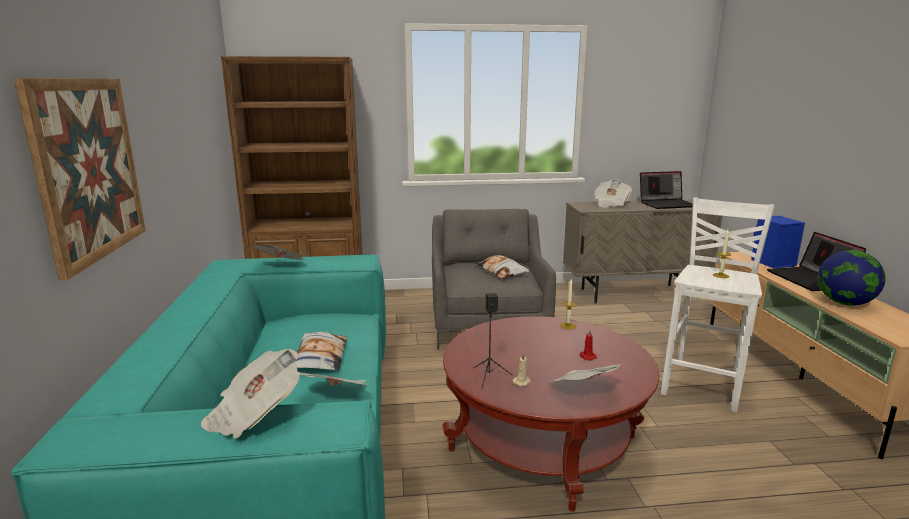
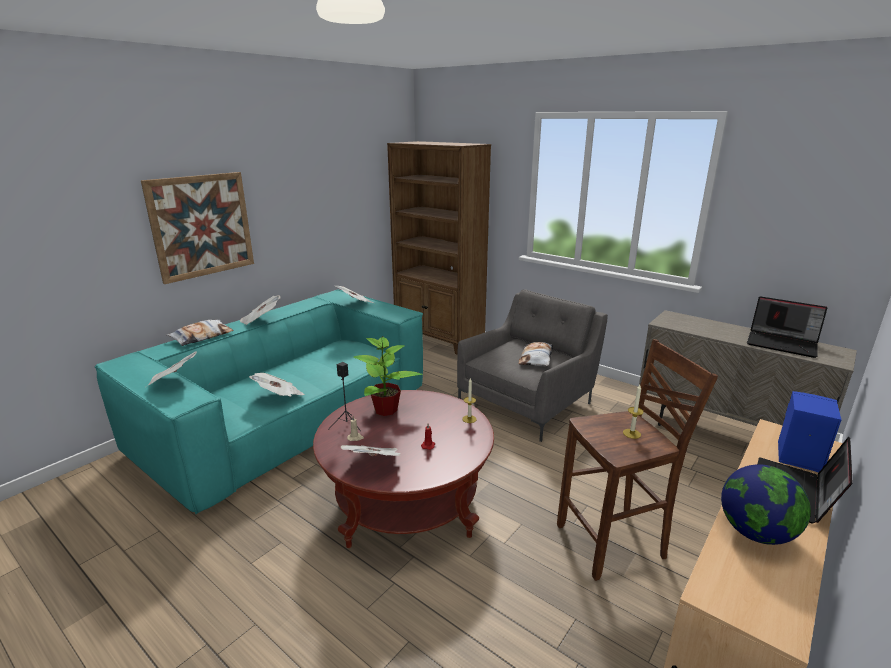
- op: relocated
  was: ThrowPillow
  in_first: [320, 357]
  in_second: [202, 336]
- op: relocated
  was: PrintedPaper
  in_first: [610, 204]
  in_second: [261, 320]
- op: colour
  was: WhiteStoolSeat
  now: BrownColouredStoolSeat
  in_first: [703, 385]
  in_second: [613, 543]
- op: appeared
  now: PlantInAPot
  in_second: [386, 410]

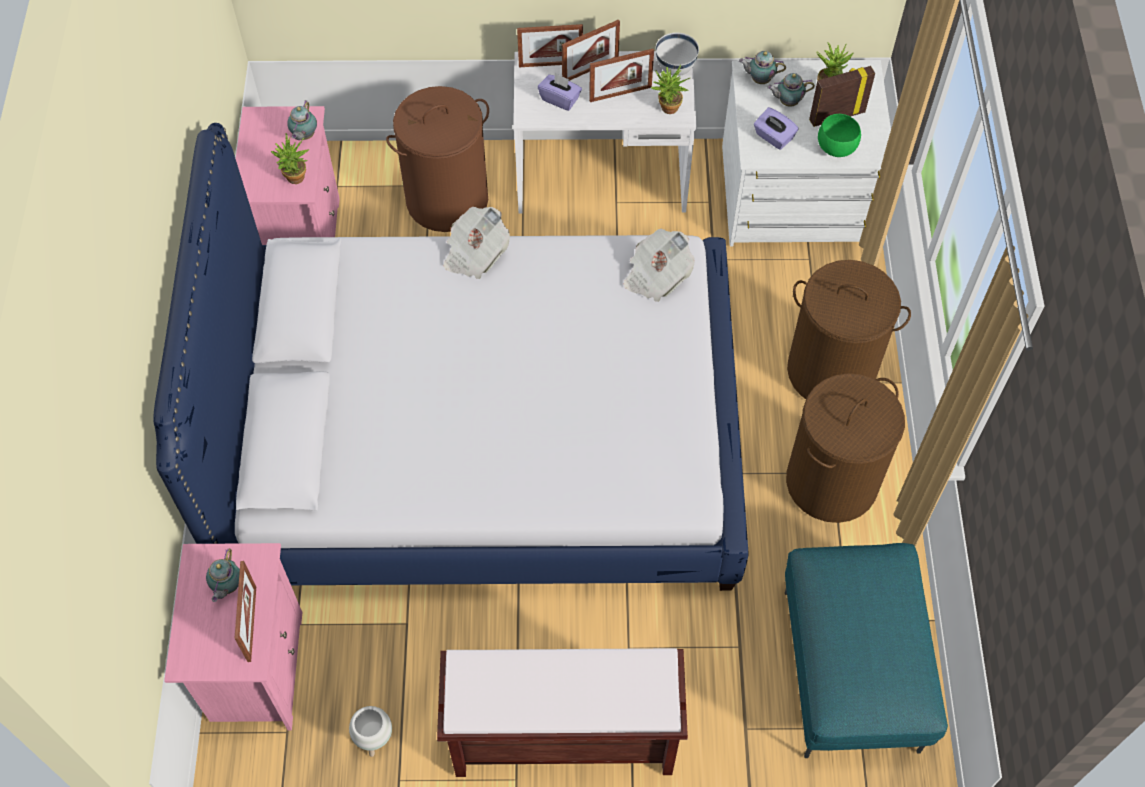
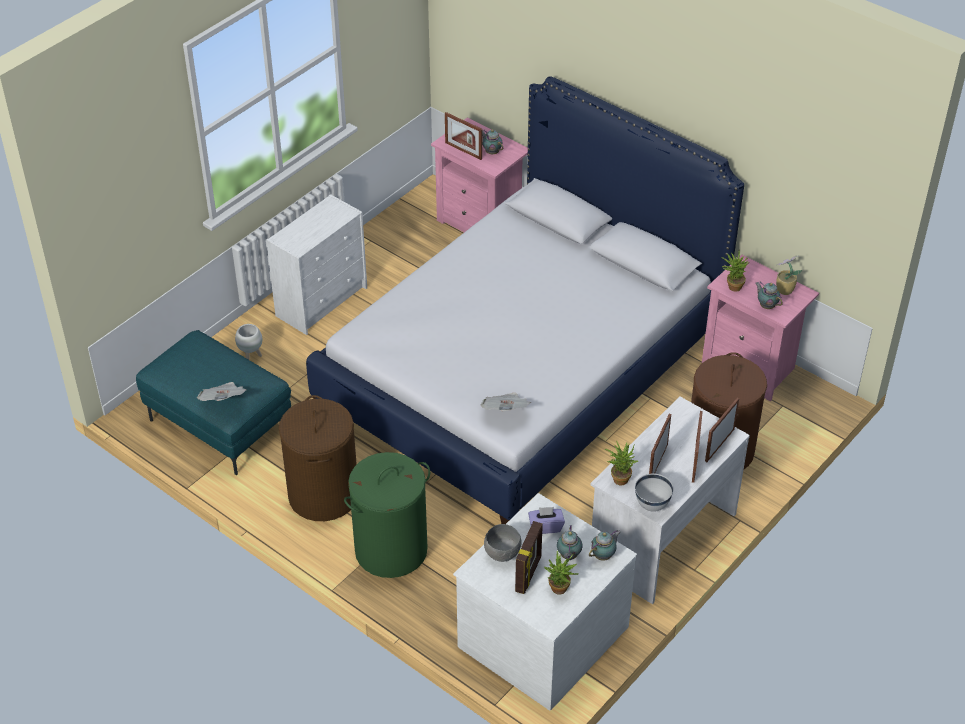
- op: relocated
  was: WhitePlantPot
  in_first: [375, 740]
  in_second: [251, 357]
- op: exchanged
  was: BrownColouredIndoorBench
  now: WhiteDresser
  in_first: [561, 738]
  in_second: [322, 301]
- op: relocated
  was: PrintedPaper
  in_first: [475, 254]
  in_second: [223, 401]
- op: missing
  was: PurpleColouredTissueBox
  in_first: [560, 99]
- op: spun
  was: TeaPot
  in_first: [787, 102]
  in_second: [568, 556]
  clockwise: 150
- op: colour
  was: BrownColouredHamper
  now: GreenHamper
  in_first: [831, 371]
  in_second: [391, 550]
- op: colour
  was: GreenServingBowl
  now: GreyishServingBowl
  in_first: [835, 147]
  in_second: [503, 553]
- op: appeared
  now: PlantInAPot
  in_second: [783, 290]

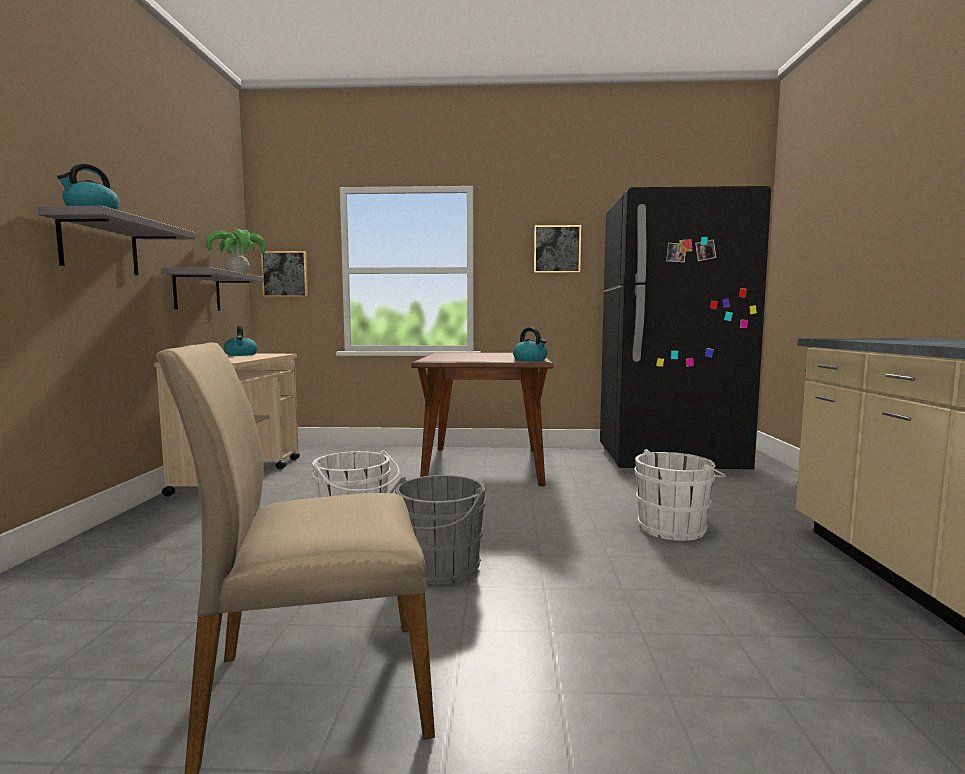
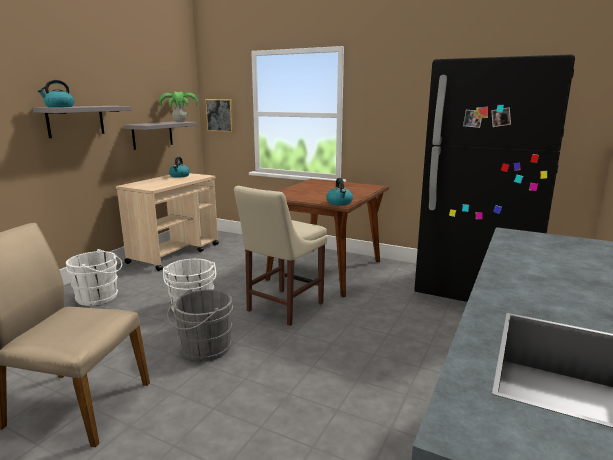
- op: missing
  was: Picture
  in_first: [557, 249]
- op: relocated
  was: WhiteBucket
  in_first: [674, 527]
  in_second: [100, 297]
- op: appeared
  now: BeigeColouredUprightChair
  in_second: [282, 308]

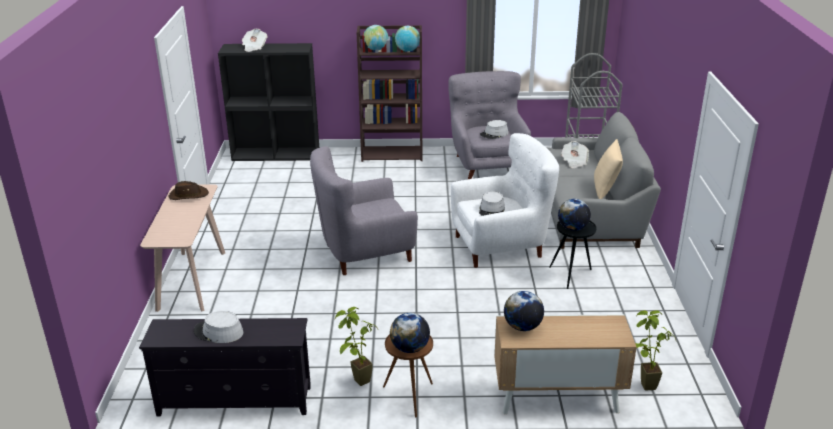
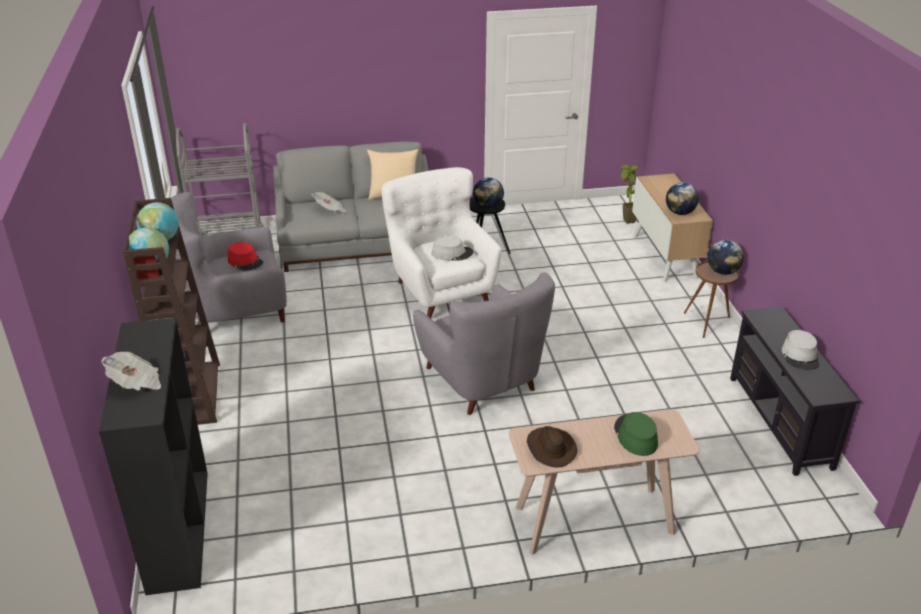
- op: missing
  was: PlantInAPot
  in_first: [356, 382]
- op: colour
  was: GreyishHat
  now: RedHat
  in_first: [494, 134]
  in_second: [245, 261]
- op: appeared
  now: GreenHat
  in_second: [635, 436]

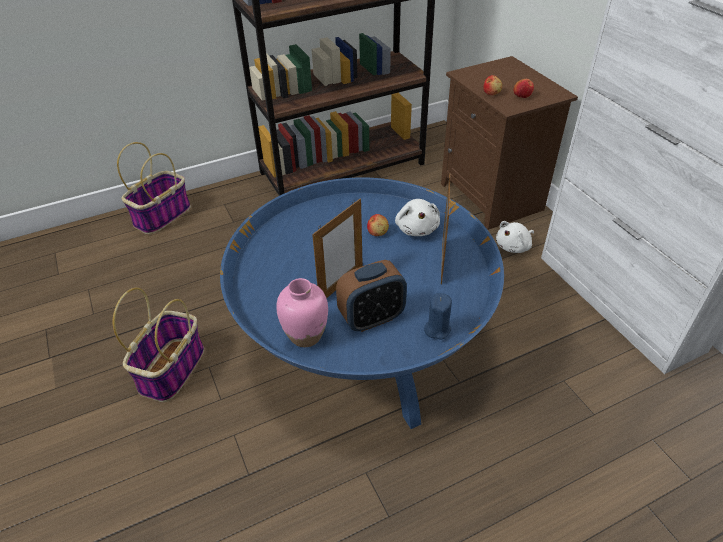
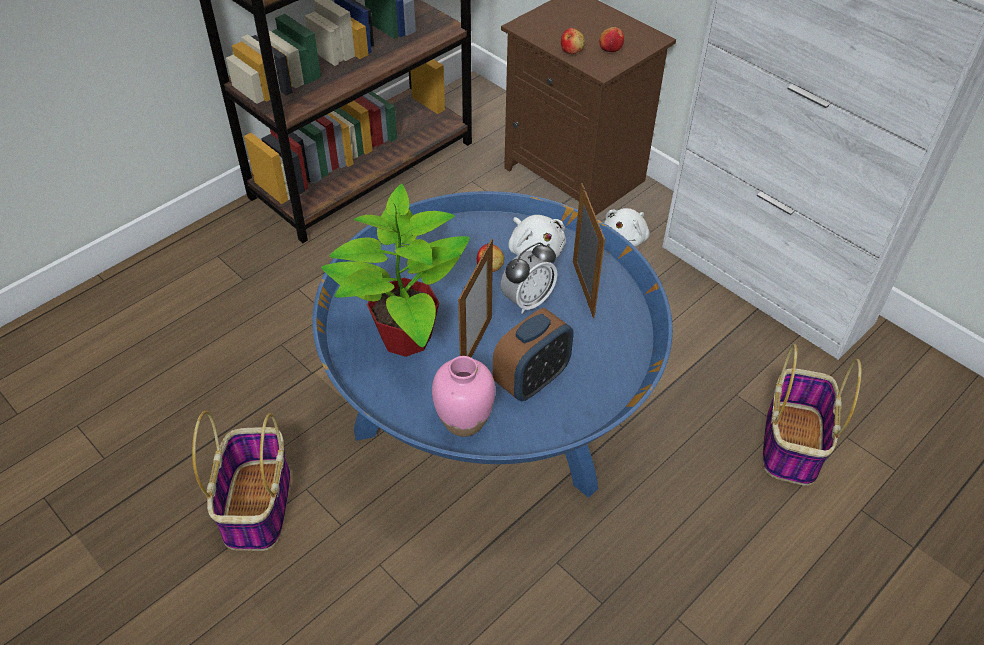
- op: relocated
  was: StorageBasket
  in_first: [162, 215]
  in_second: [791, 442]
- op: missing
  was: BlueWaxCandle
  in_first: [437, 329]
- op: appeared
  now: PlantInAPot
  in_second: [404, 338]
- op: appeared
  now: AlarmClock
  in_second: [527, 301]

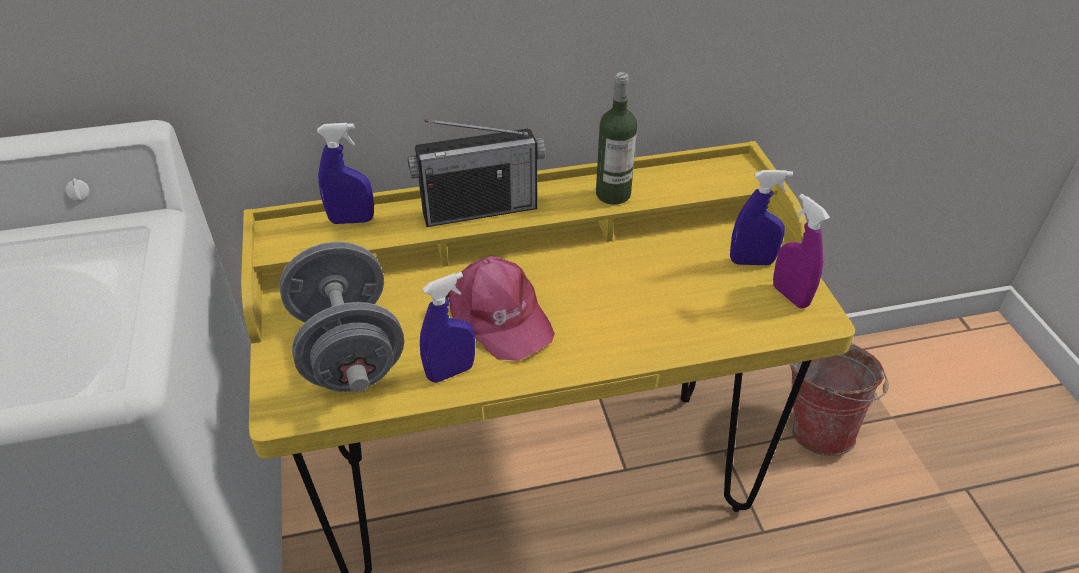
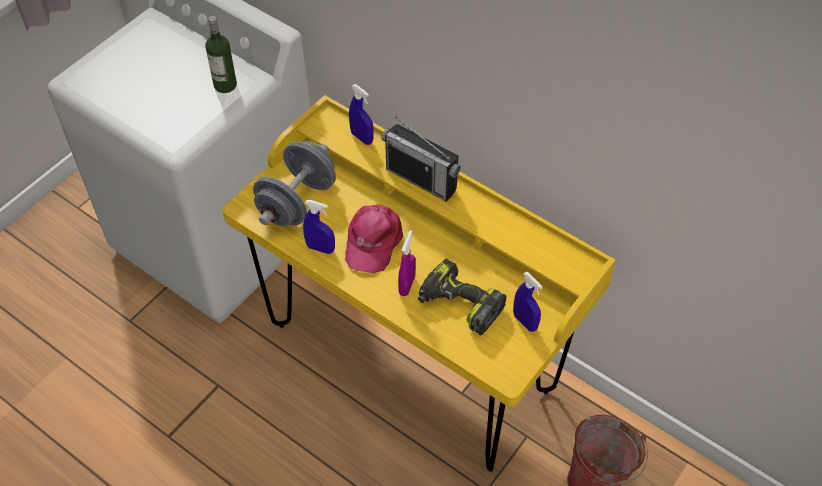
- op: relocated
  was: Bottle
  in_first: [613, 194]
  in_second: [225, 85]
- op: relocated
  was: PurpleColouredSprayer
  in_first: [790, 296]
  in_second: [407, 285]
- op: appeared
  now: ElectricDrill
  in_second: [459, 304]

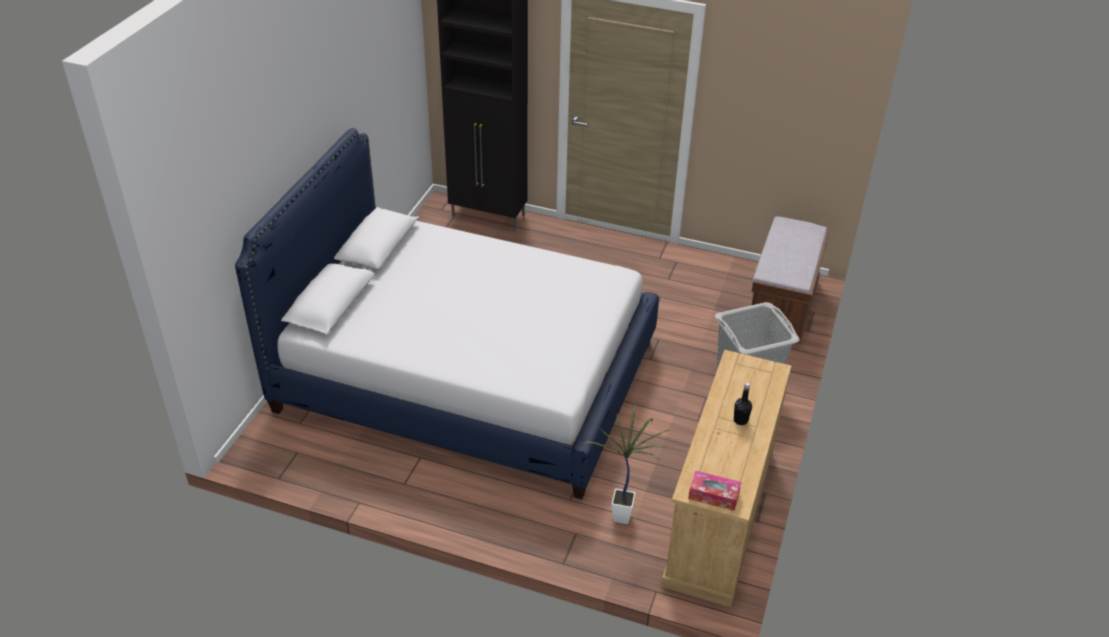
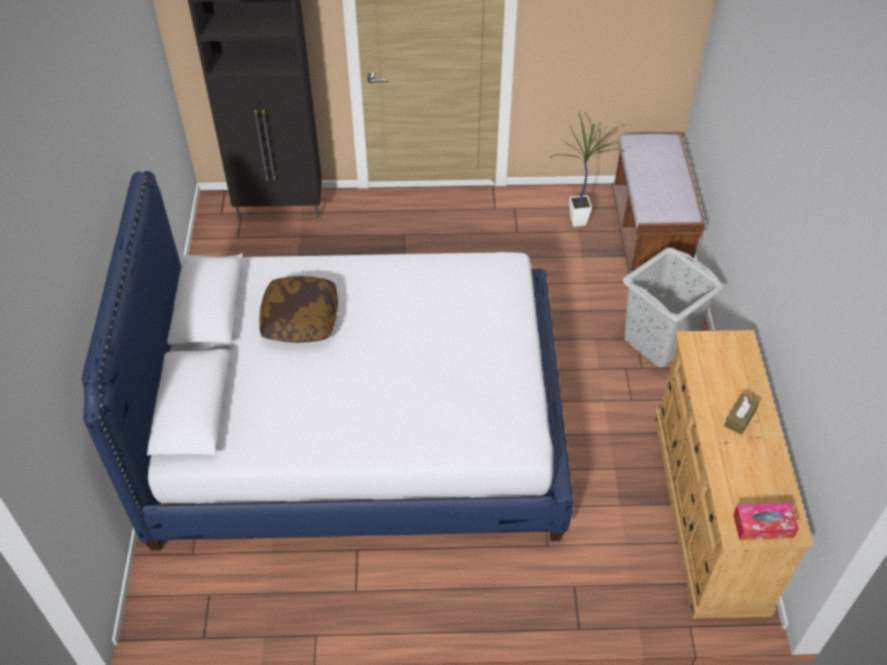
- op: relocated
  was: PlantInAPot
  in_first: [624, 515]
  in_second: [579, 219]
- op: exchanged
  was: BlackishBottle
  now: BrownColouredTissueBox
  in_first: [740, 420]
  in_second: [740, 418]
- op: appeared
  now: ThrowPillow
  in_second: [300, 319]

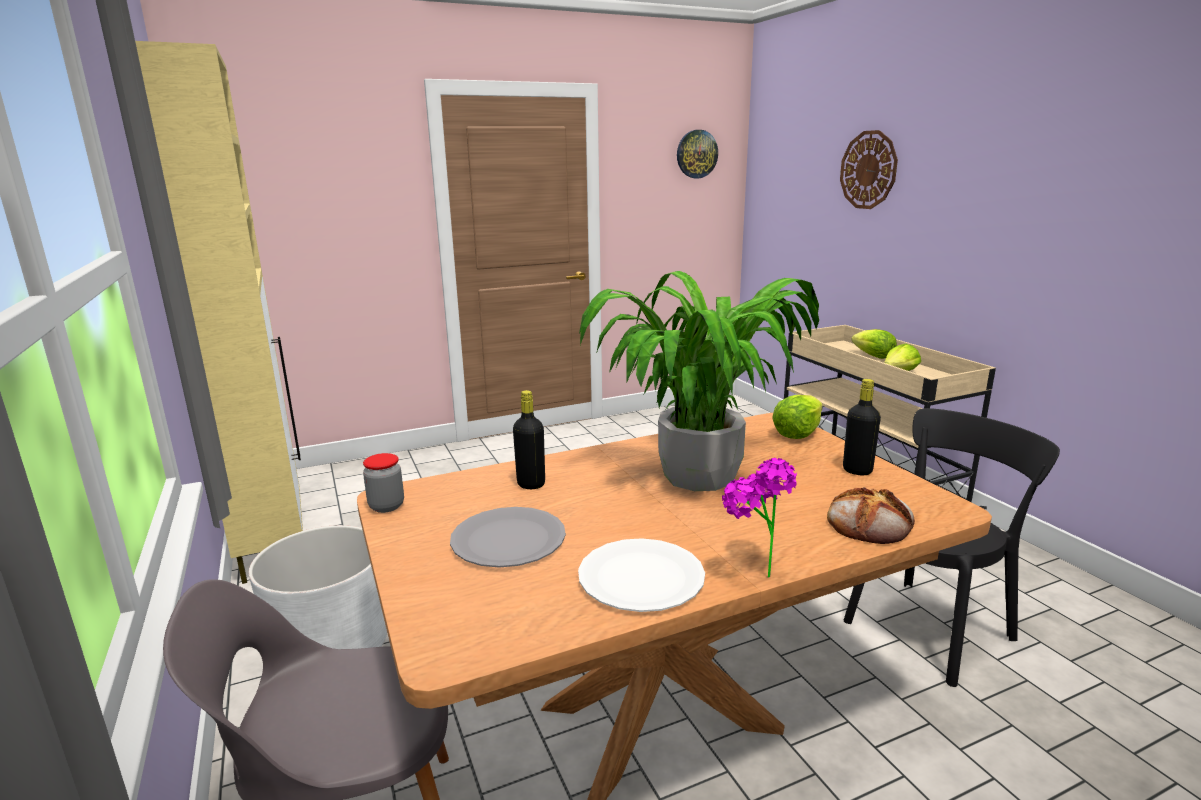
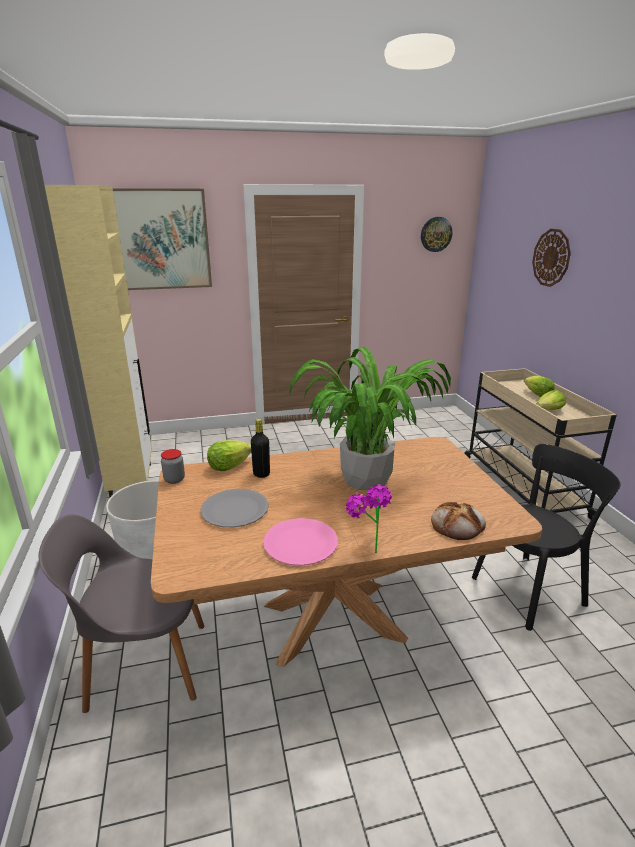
- op: colour
  was: WhiteFlatDish
  now: PinkColouredFlatDish
  in_first: [641, 578]
  in_second: [300, 543]
- op: relocated
  was: Lettuce
  in_first: [797, 433]
  in_second: [228, 466]
- op: missing
  was: BlackishBottle
  in_first: [857, 470]
- op: appeared
  now: Picture
  in_second: [160, 240]

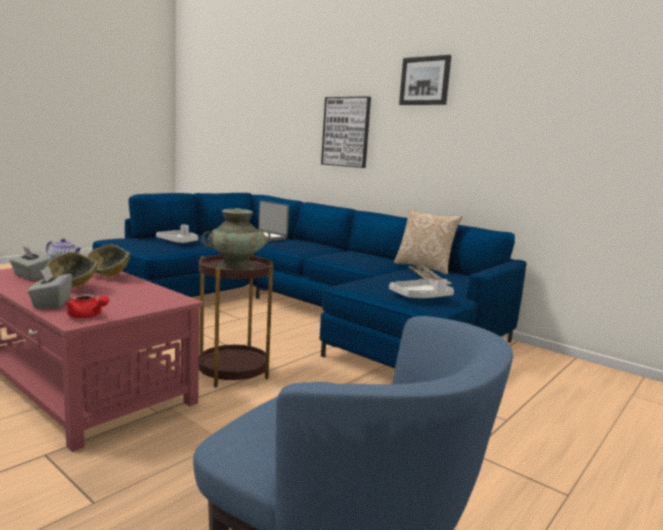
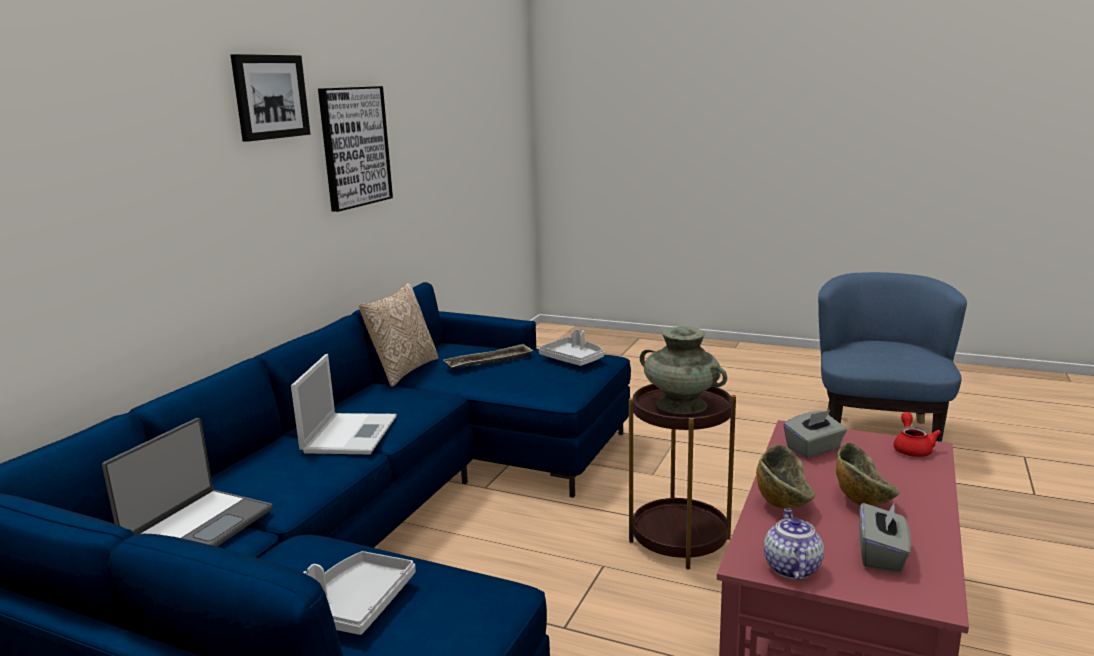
- op: relocated
  was: GreyishTissueBox
  in_first: [51, 303]
  in_second: [813, 449]
- op: relocated
  was: Picture
  in_first: [346, 132]
  in_second: [354, 147]
- op: appeared
  now: NotebookComputer
  in_second: [350, 433]

